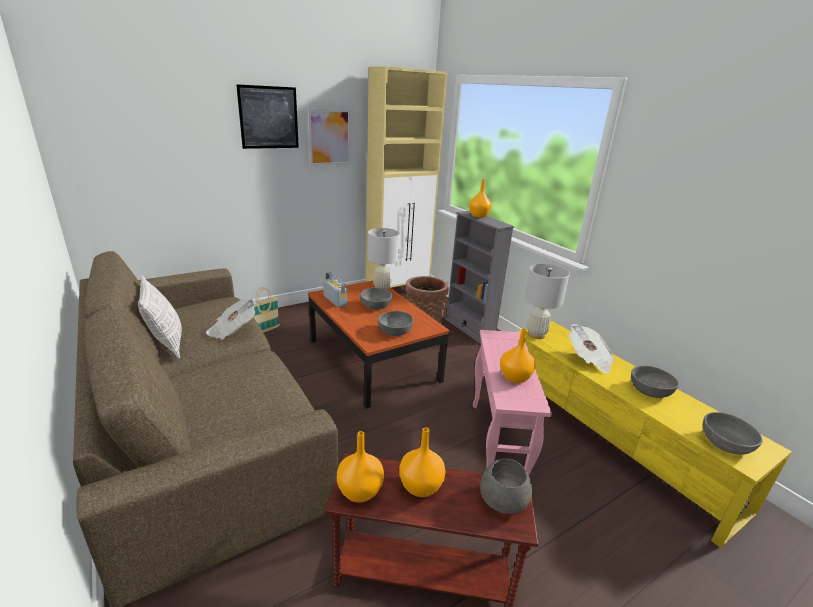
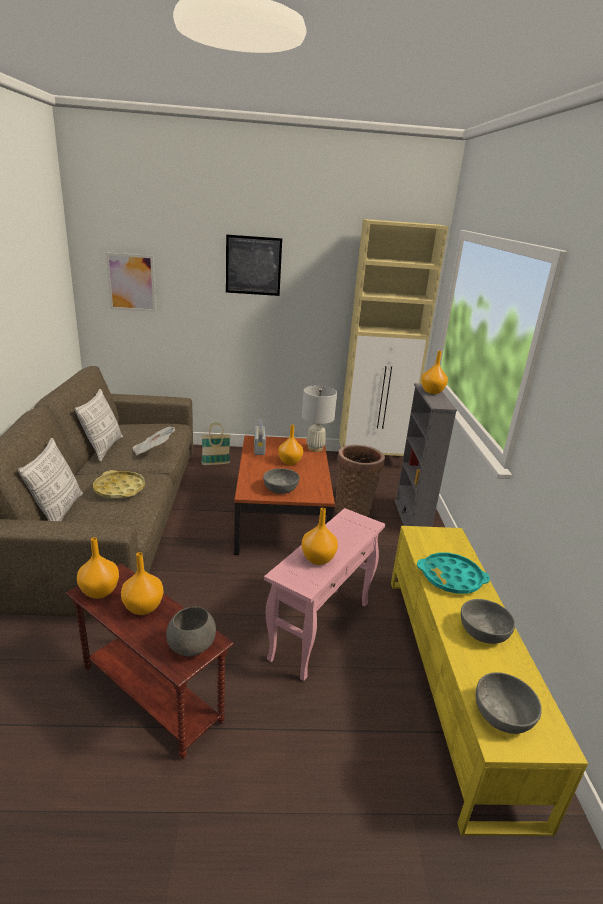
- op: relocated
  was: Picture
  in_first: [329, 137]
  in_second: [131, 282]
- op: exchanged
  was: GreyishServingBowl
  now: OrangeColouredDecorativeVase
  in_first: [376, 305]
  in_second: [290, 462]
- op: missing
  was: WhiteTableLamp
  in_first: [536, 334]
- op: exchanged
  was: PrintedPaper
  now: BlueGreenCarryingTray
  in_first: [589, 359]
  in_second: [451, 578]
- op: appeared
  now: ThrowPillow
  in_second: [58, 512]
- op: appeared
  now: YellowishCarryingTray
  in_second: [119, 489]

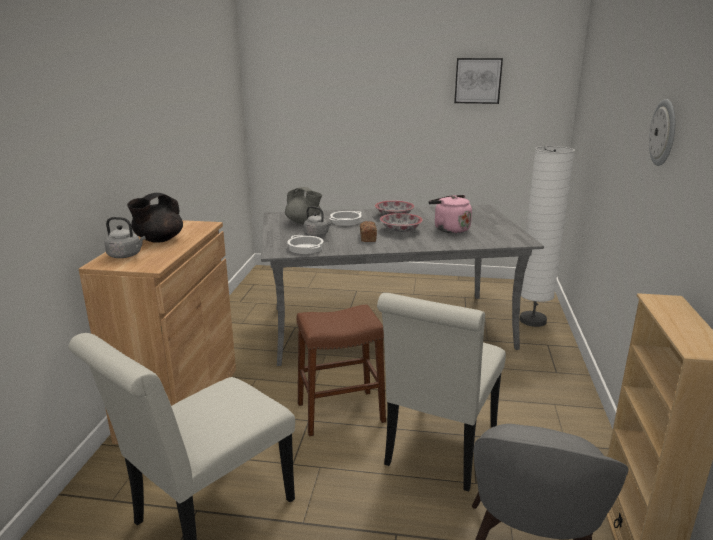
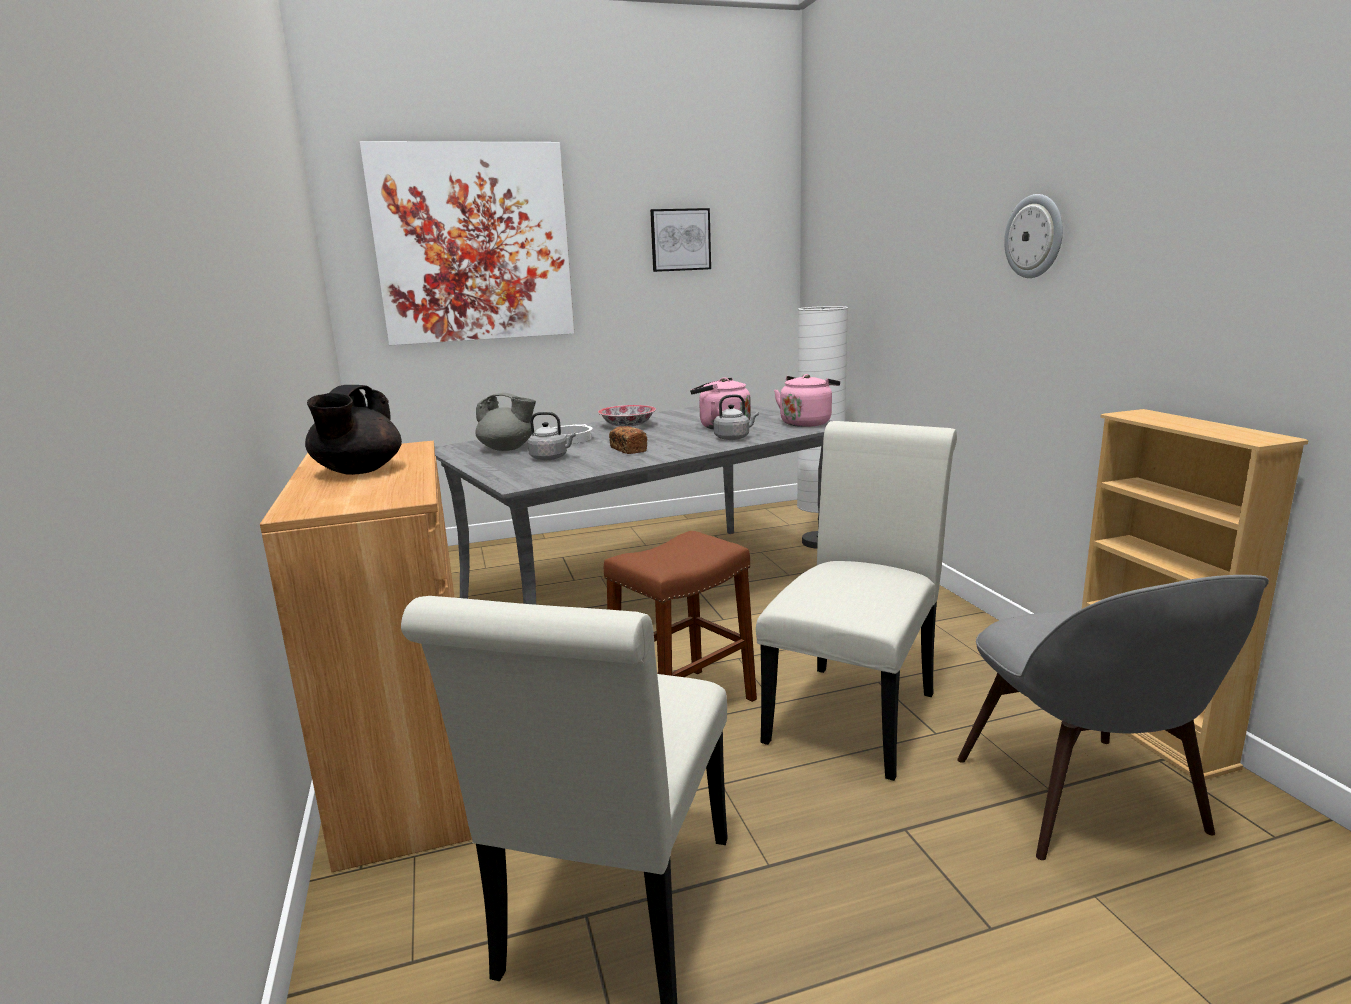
- op: relocated
  was: GreyishKettle
  in_first: [126, 255]
  in_second: [734, 438]
- op: missing
  was: CookingPot
  in_first: [306, 248]
- op: spun
  was: WhiteUprightChair
  in_first: [439, 450]
  in_second: [856, 711]
  clockwise: -150
- op: missing
  was: ServingBowl
  in_first: [401, 230]
- op: appeared
  now: Picture
  in_second: [473, 244]
- op: appeared
  now: PinkColouredKettle
  in_second: [807, 423]

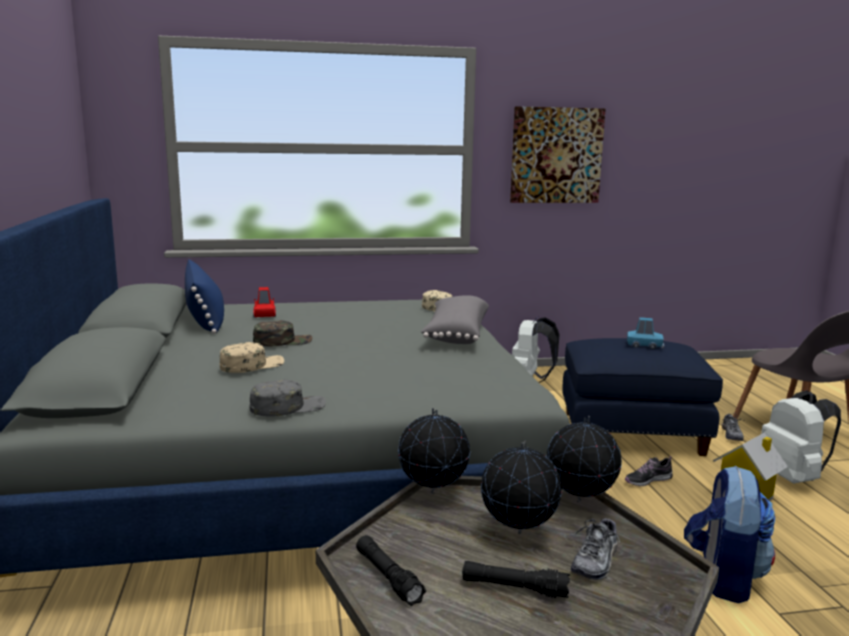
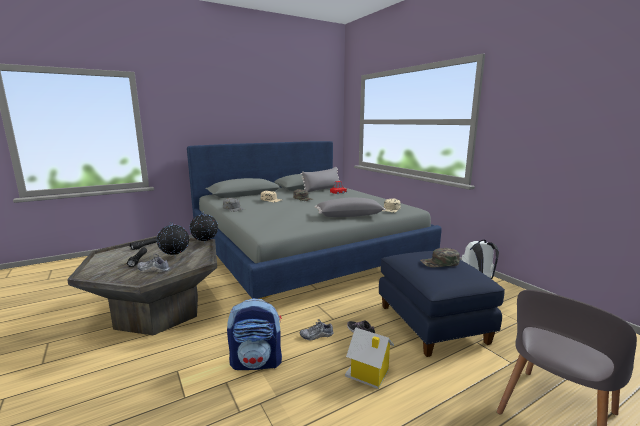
- op: colour
  was: BlueThrowPillow
  now: GreyishThrowPillow
  in_first: [205, 319]
  in_second: [322, 189]
- op: missing
  was: Picture
  in_first: [556, 155]
- op: missing
  was: Globe
  in_first: [580, 501]
- op: exchanged
  was: BlueToyCar
  now: GreenBaseballCap
  in_first: [644, 345]
  in_second: [440, 263]
- op: relocated
  was: ItemOfFootwear
  in_first: [731, 435]
  in_second: [316, 335]
- op: missing
  was: WhiteKnapsack
  in_first: [792, 478]

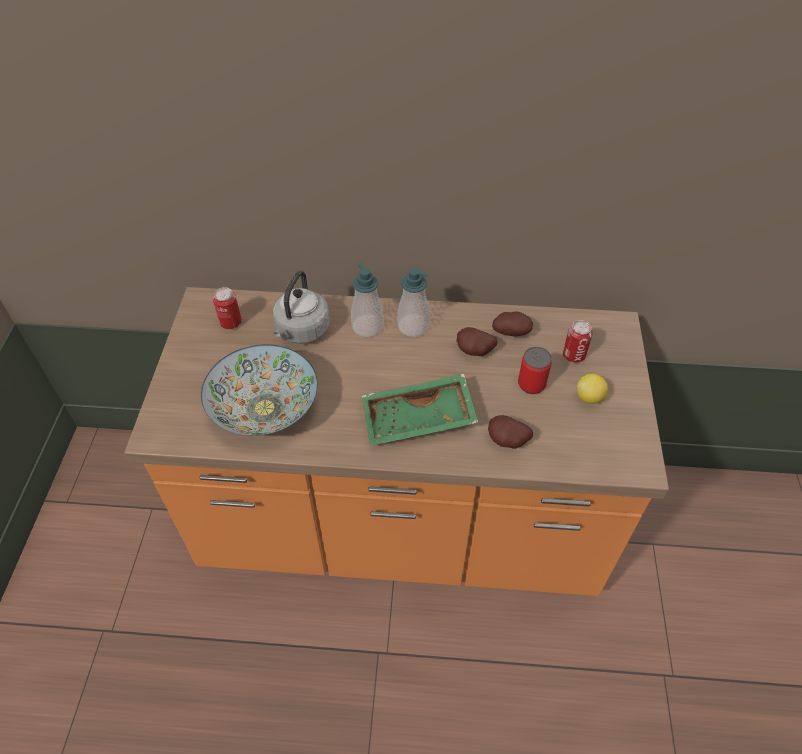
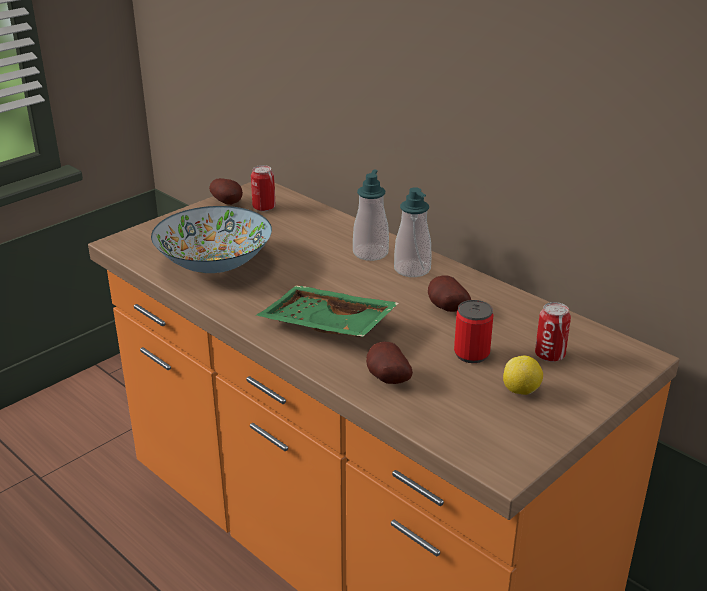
- op: missing
  was: GreyishKettle
  in_first: [301, 331]
- op: relocated
  was: Spud
  in_first: [511, 332]
  in_second: [228, 203]

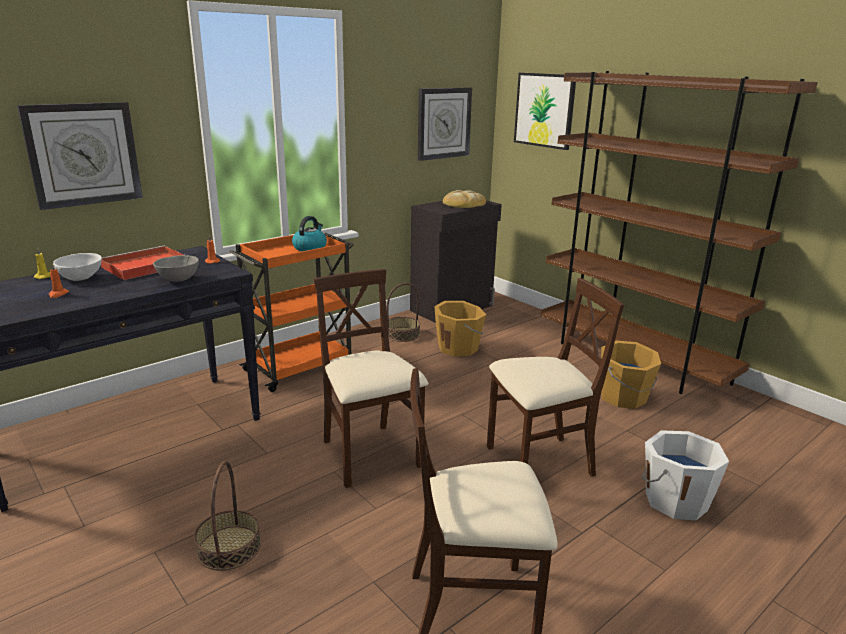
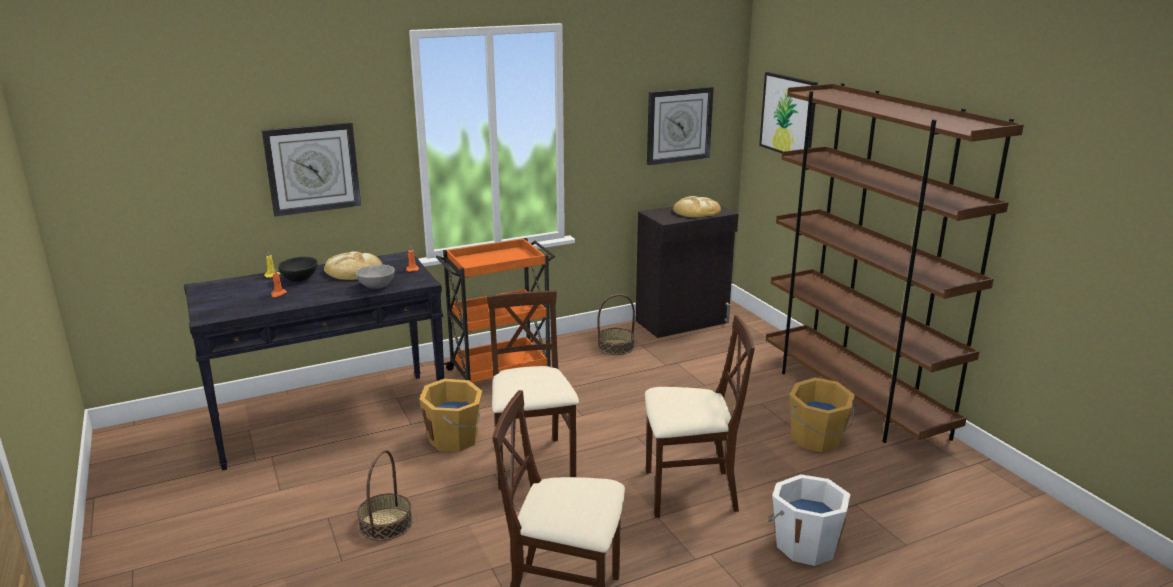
- op: colour
  was: WhiteServingBowl
  now: BlackishServingBowl
  in_first: [82, 278]
  in_second: [300, 279]
- op: exchanged
  was: RedCarryingTray
  now: Bread
  in_first: [144, 266]
  in_second: [353, 270]
- op: missing
  was: Kettle
  in_first: [310, 248]
- op: relocated
  was: OrangeColouredBucket
  in_first: [459, 348]
  in_second: [455, 438]

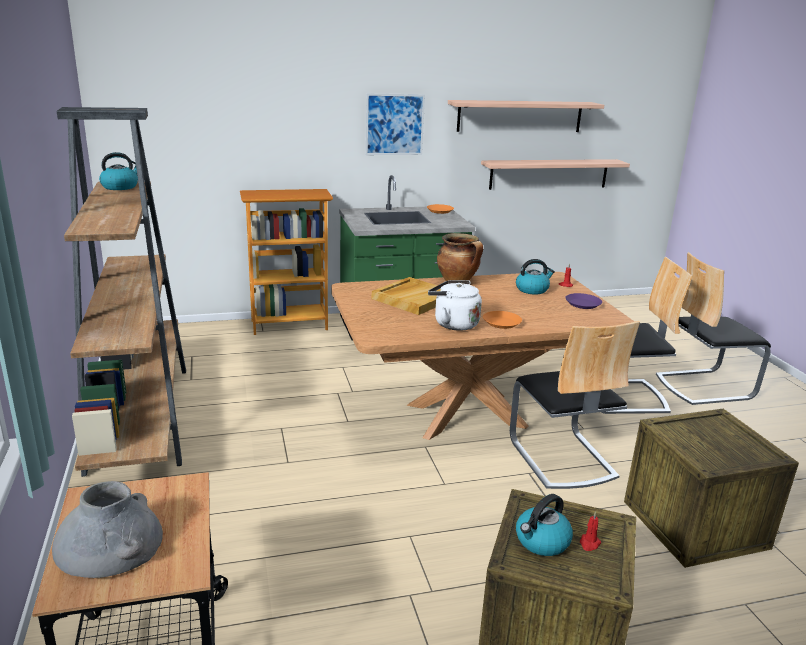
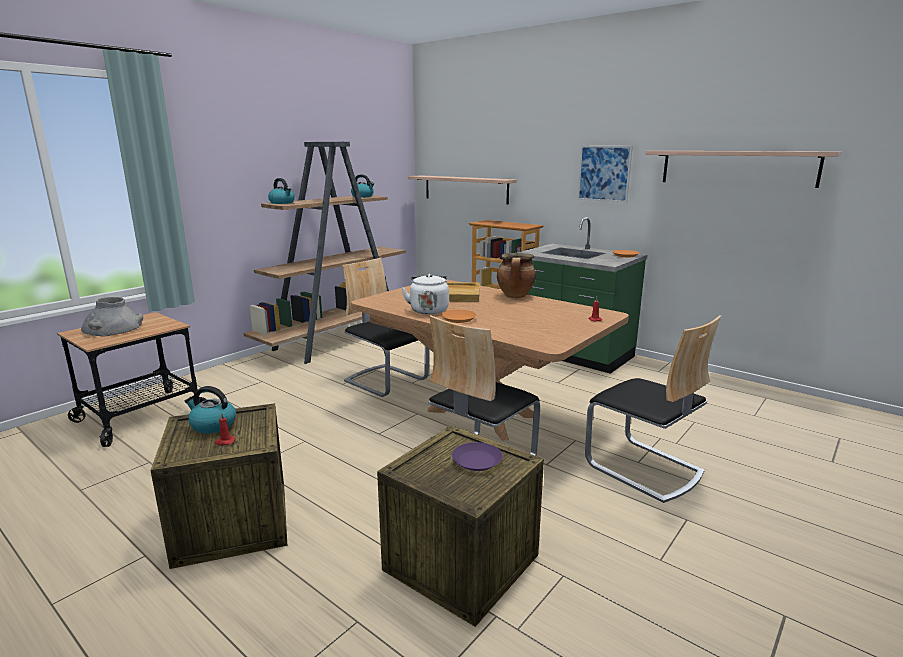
- op: relocated
  was: Shelf
  in_first: [549, 174]
  in_second: [465, 189]
- op: relocated
  was: Kettle
  in_first: [532, 289]
  in_second: [282, 203]
- op: relocated
  was: PurpleColouredFlatDish
  in_first: [582, 304]
  in_second: [477, 460]
- op: relocated
  was: UprightChair
  in_first: [703, 386]
  in_second: [386, 380]

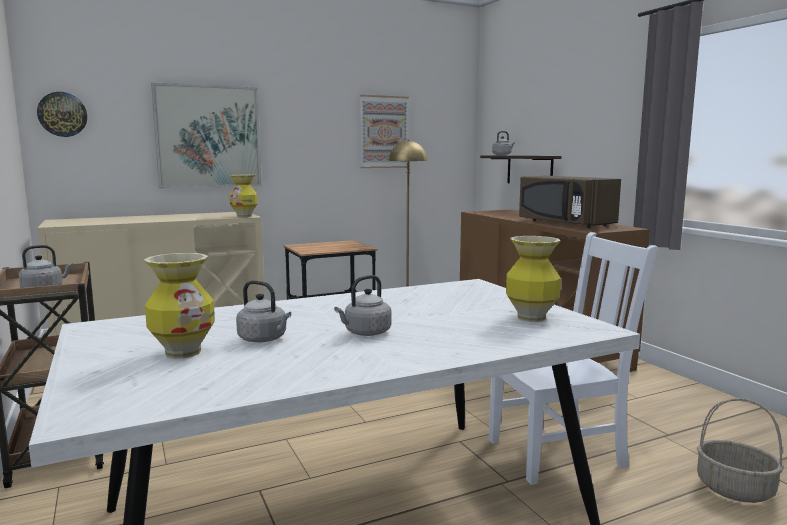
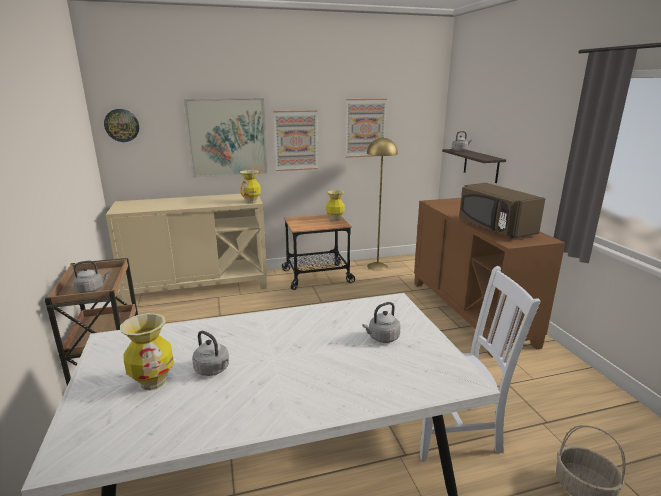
- op: relocated
  was: GreyishKettle
  in_first: [365, 333]
  in_second: [382, 338]
- op: relocated
  was: DecorativeVase
  in_first: [531, 318]
  in_second: [335, 219]
- op: appeared
  now: Picture
  in_second: [296, 140]

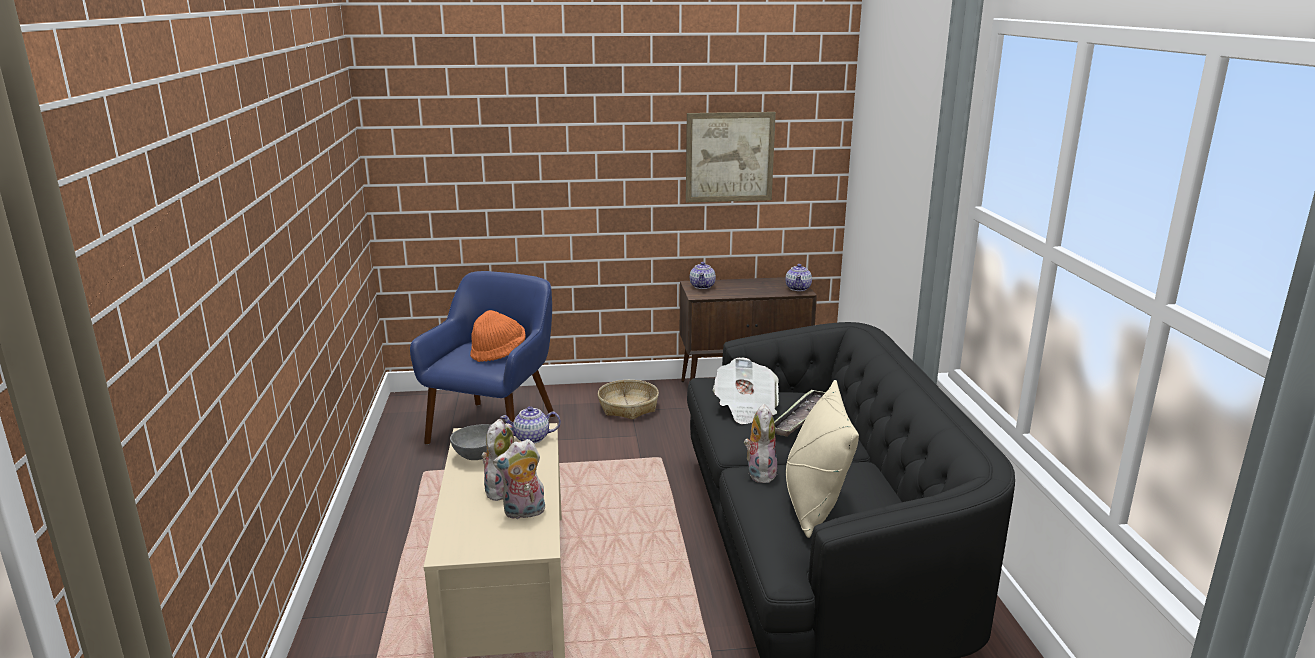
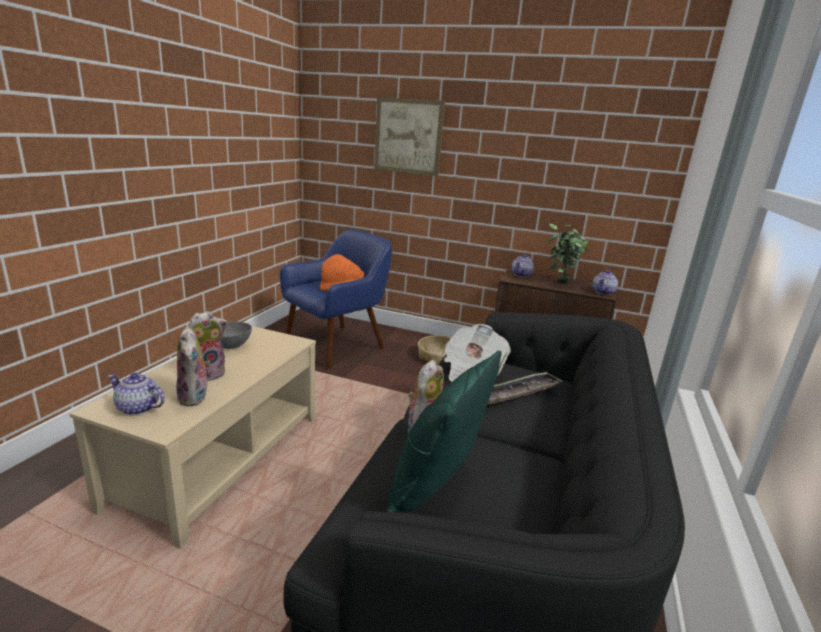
- op: spun
  was: PlushToy
  in_first: [523, 513]
  in_second: [195, 397]
  clockwise: -120
- op: relocated
  was: TeaPot
  in_first: [532, 438]
  in_second: [138, 408]
- op: relocated
  was: Picture
  in_first: [729, 157]
  in_second: [408, 136]
- op: colour
  was: BeigeColouredThrowPillow
  now: GreenThrowPillow
  in_first: [813, 506]
  in_second: [436, 485]
- op: appeared
  now: PlantInAPot
  in_second: [560, 283]

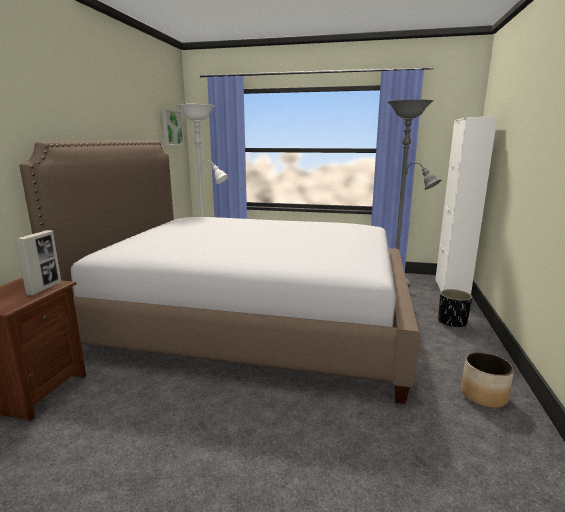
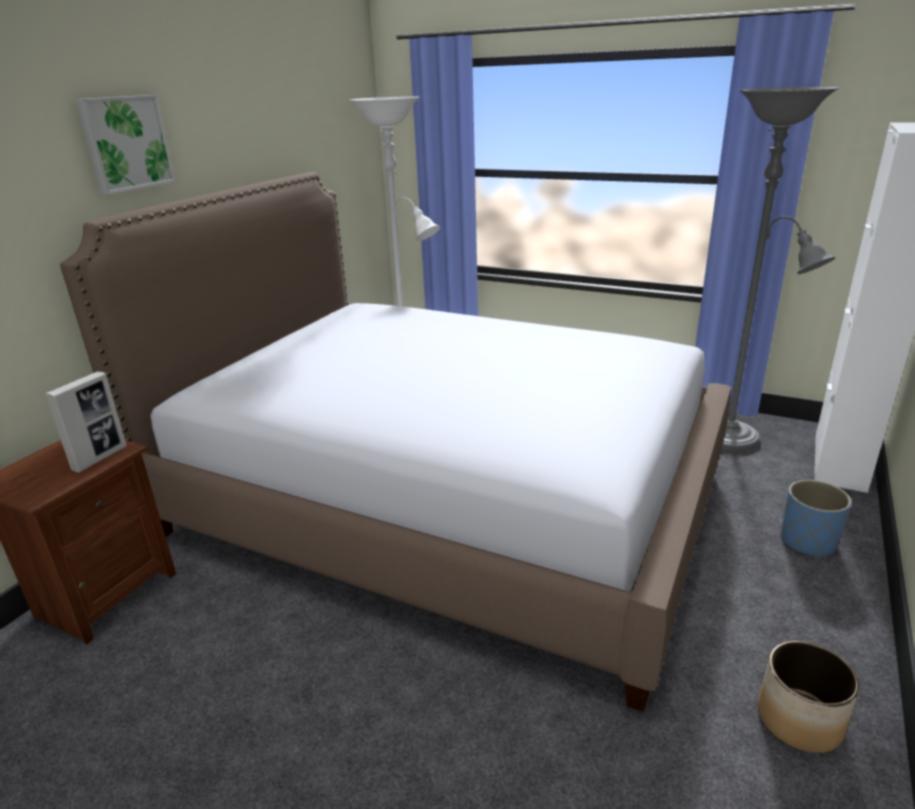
- op: relocated
  was: Picture
  in_first: [171, 128]
  in_second: [125, 143]
- op: colour
  was: BlackishPlantPot
  now: BluePlantPot
  in_first: [452, 322]
  in_second: [808, 542]

